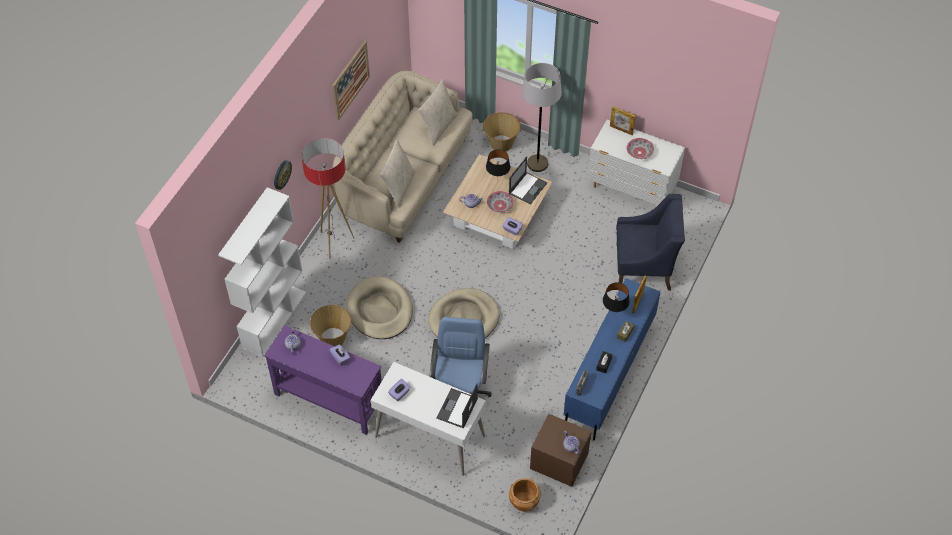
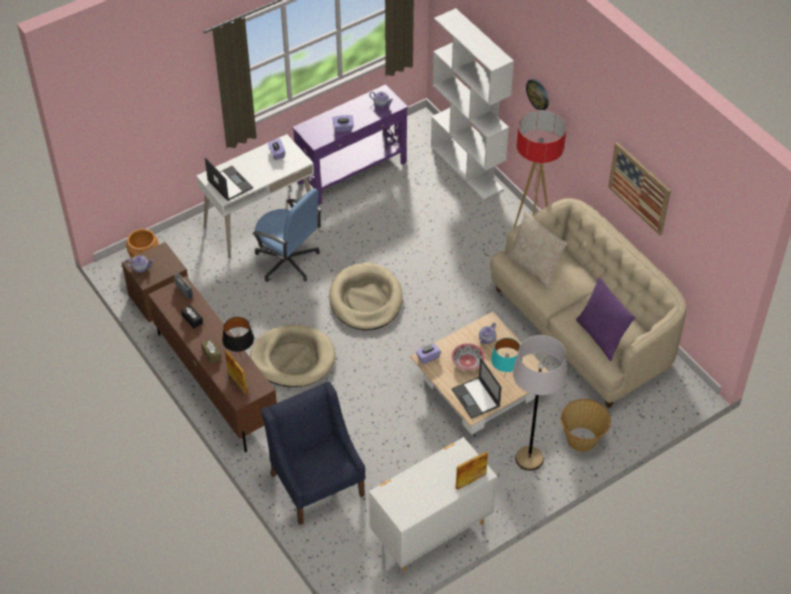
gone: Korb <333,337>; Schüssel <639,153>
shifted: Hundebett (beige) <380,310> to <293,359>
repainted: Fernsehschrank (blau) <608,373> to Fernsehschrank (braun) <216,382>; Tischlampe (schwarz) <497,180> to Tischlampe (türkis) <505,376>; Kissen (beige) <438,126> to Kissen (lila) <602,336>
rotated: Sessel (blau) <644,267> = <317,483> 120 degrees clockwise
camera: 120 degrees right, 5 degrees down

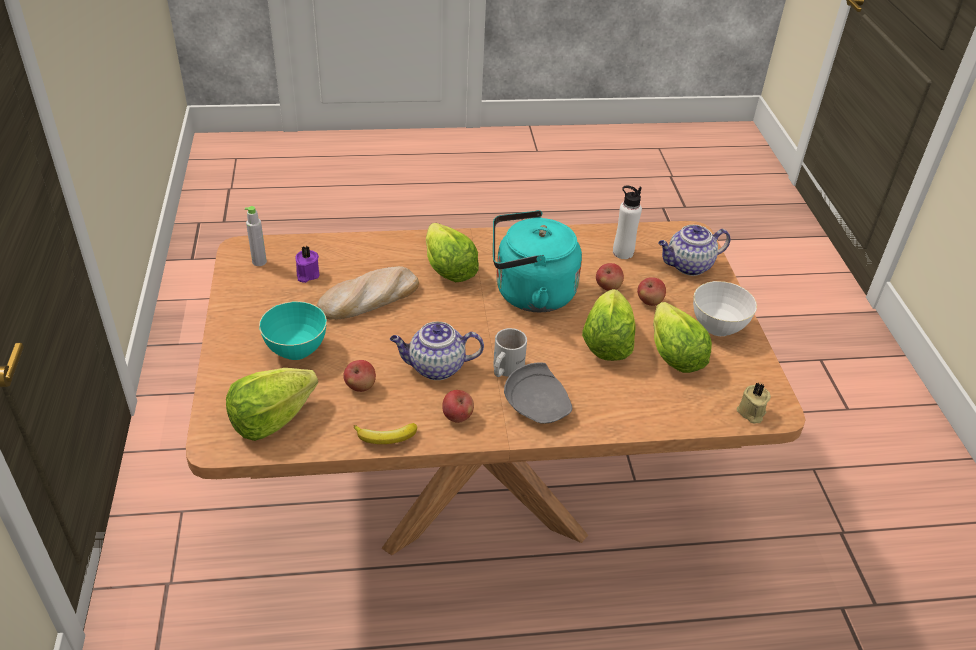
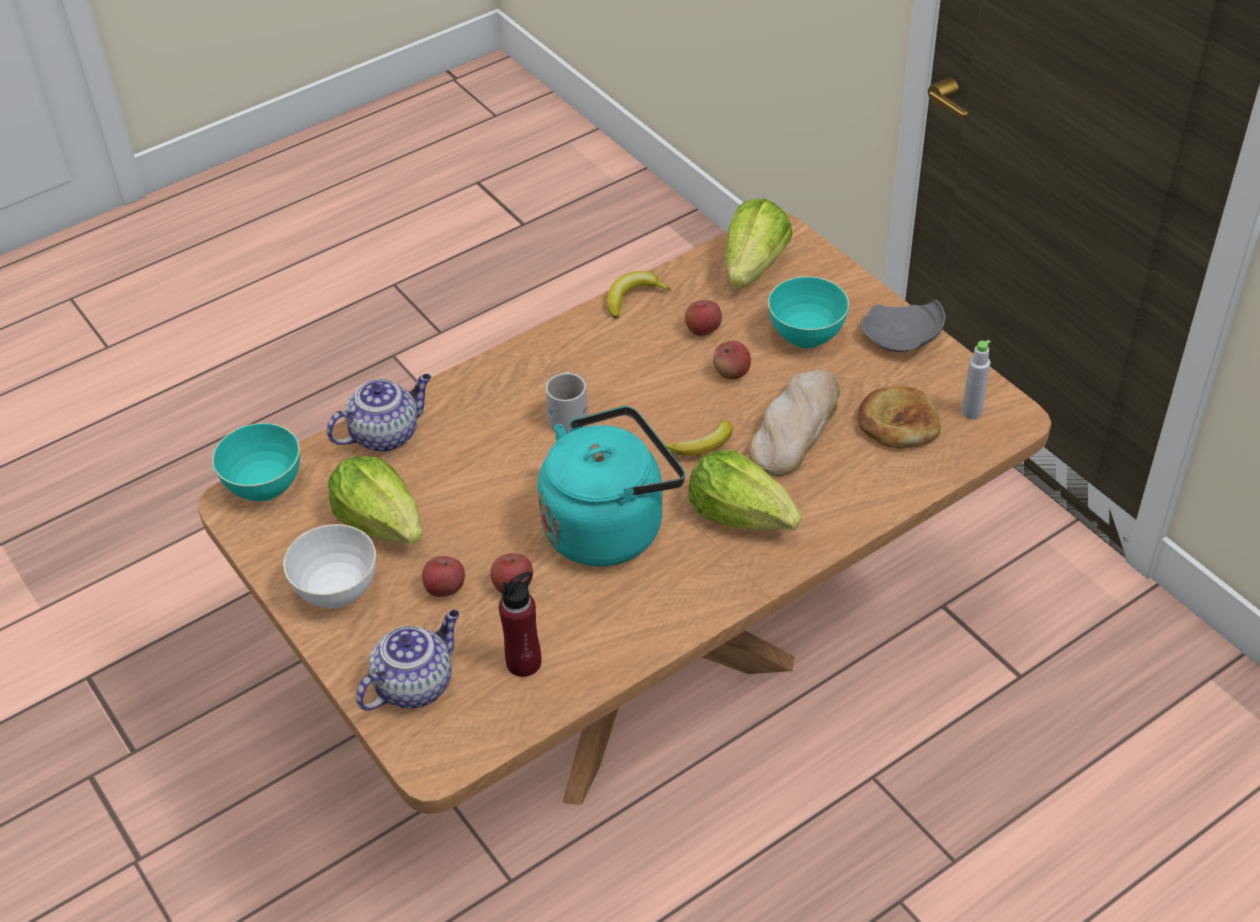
gone: Salatkopf <607,342>
new: Banane <702,446>
shifted: Teekanne <435,367> to <386,434>; Apfel <457,416> to <731,373>; Teller (grau) <538,405> to <902,339>
swapped: Kerze (beige) <751,413> to Schüssel (türkis) <264,486>; Kerze (lila) <307,274> to Brot <898,422>
repainted: Flasche (weiß) <622,252> to Flasche (rot) <524,662>
camera: 155 degrees right, 5 degrees up

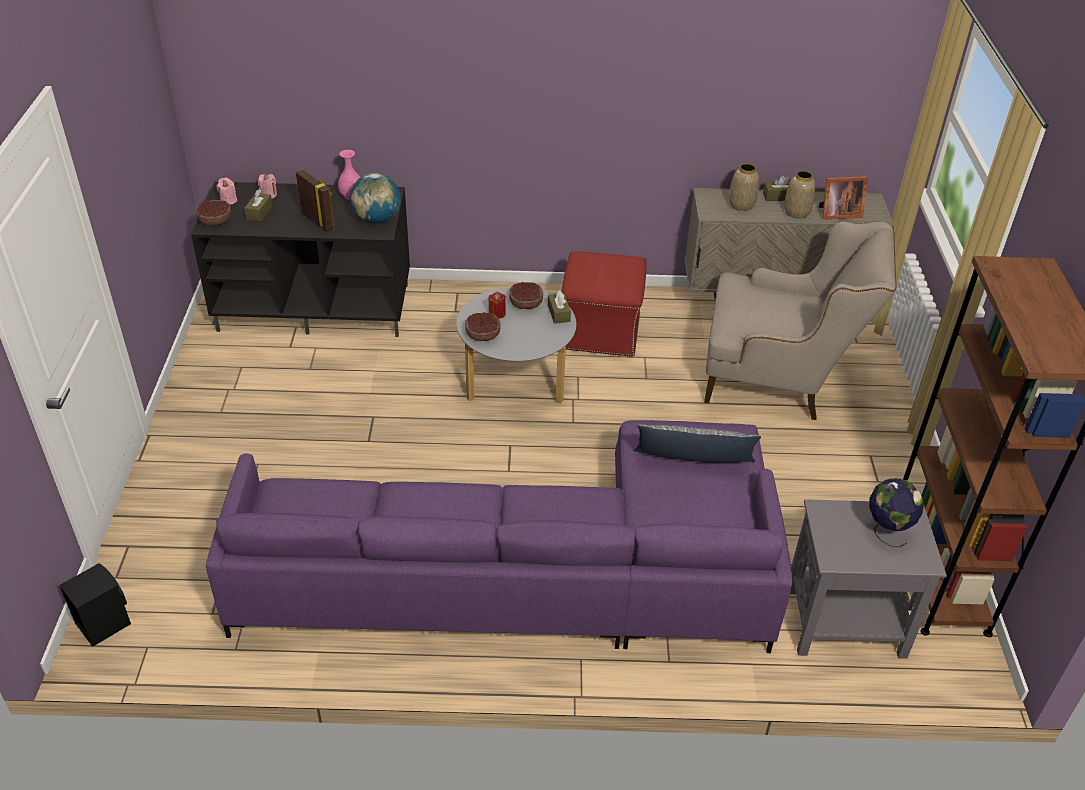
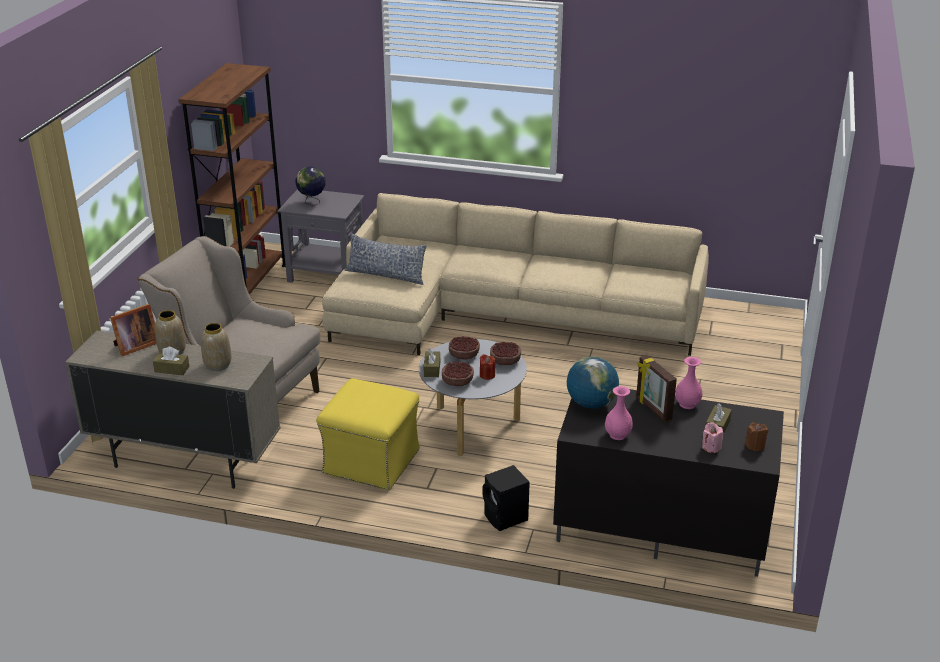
new: Vase (rosa) <687,404>
shifted: Schüssel <215,220> to <464,354>; Lautsprecher (schwarz) <103,622> to <506,518>
repainted: Polsterhocker (rot) <601,331> to Polsterhocker (gelb) <370,461>; Sofa (lila) <533,573> to Sofa (beige) <503,314>; Kerze (rosa) <228,200> to Kerze (braun) <755,445>
rotated: Bilderrahmen <837,213> = <135,346> 135 degrees clockwise
camera: 165 degrees left, 10 degrees down

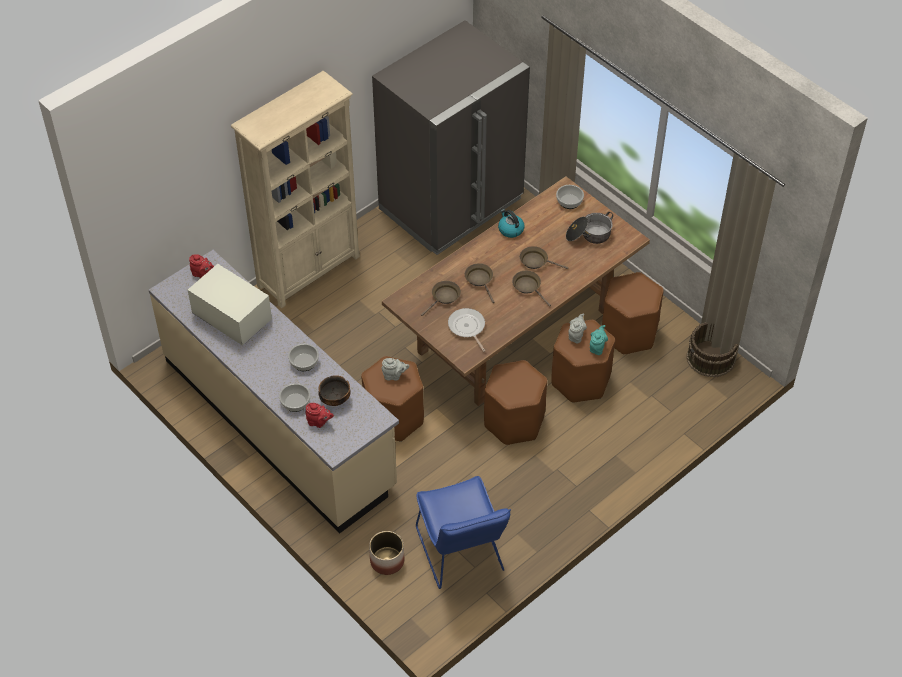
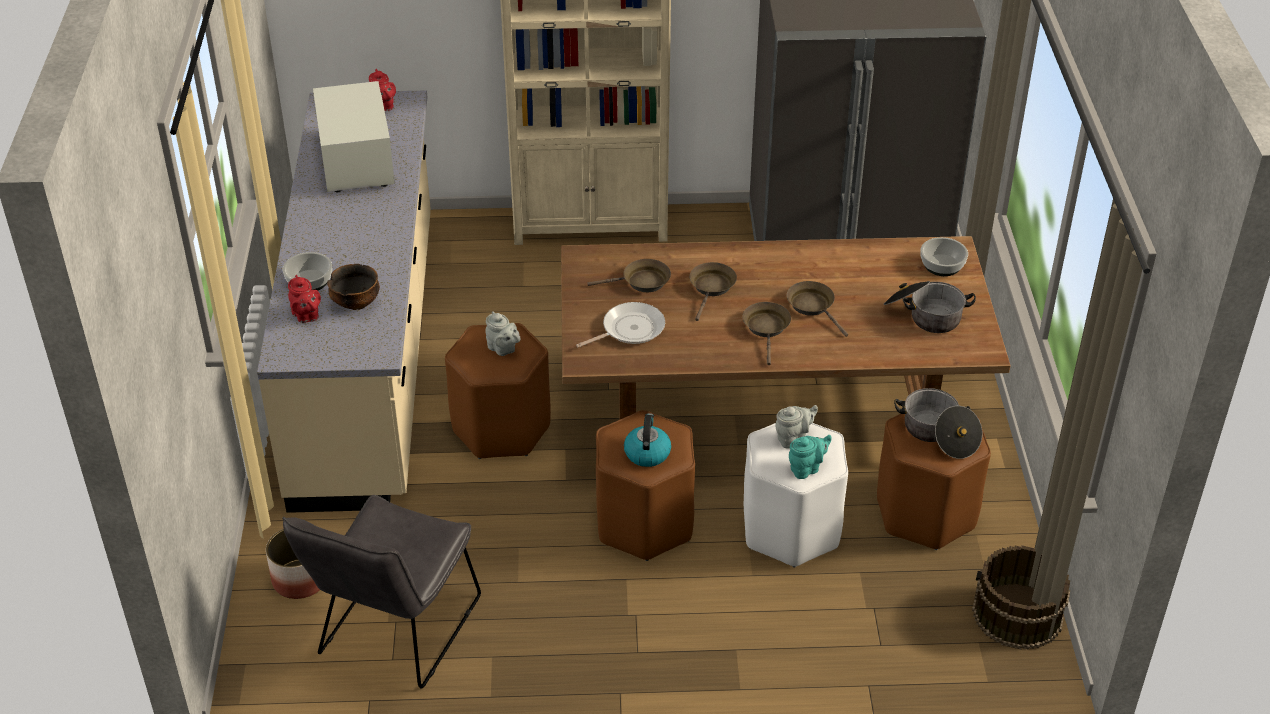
gone: Schüssel <303,362>
new: Kochtopf <938,434>
shifted: Wasserkessel <510,229> to <647,453>
repainted: Stuhl (blau) <461,554> to Stuhl (grau) <394,634>; Hocker (braun) <580,381> to Hocker (weiß) <790,529>
rotated: Pfanne <467,327> = <629,329> 45 degrees clockwise
camera: 40 degrees right, 10 degrees down

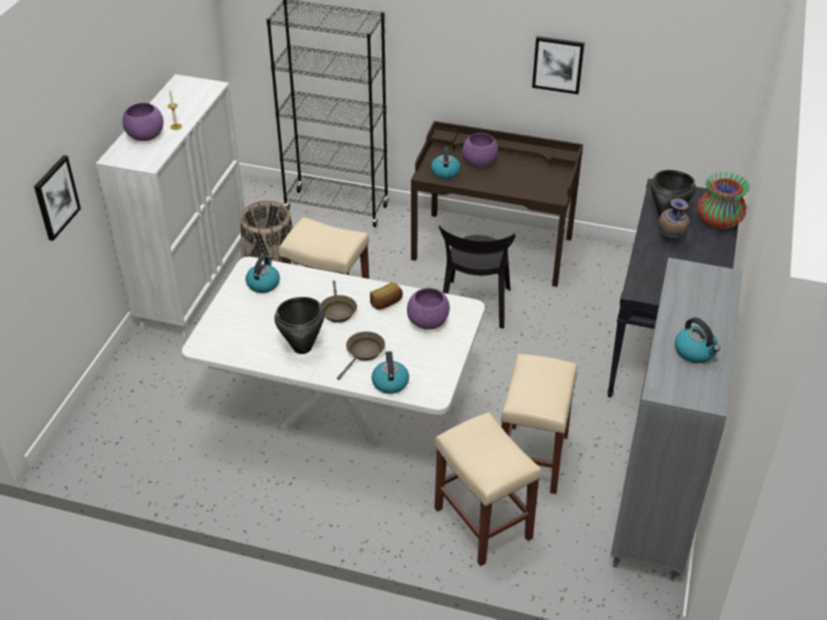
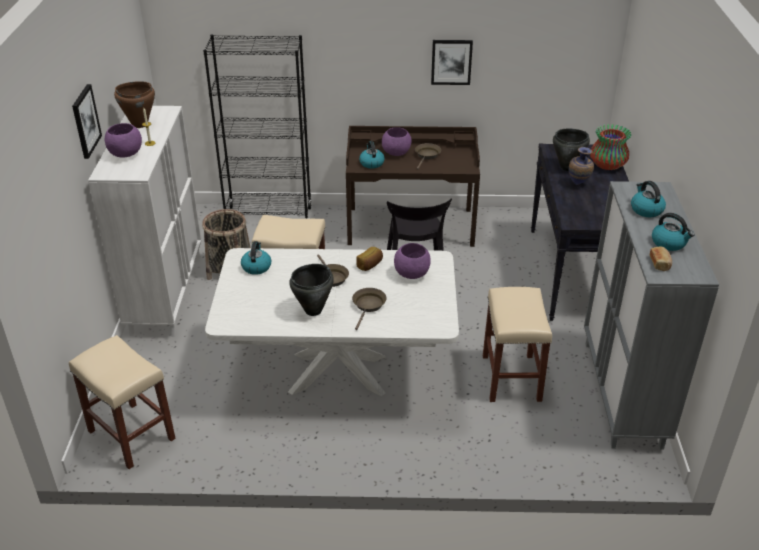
new: Kochtopf (braun) <139,124>; Pfanne (braun) <427,156>; Brot <660,263>
shifted: Hocker (beige) <481,522> to <130,434>; Bild <56,197> to <85,121>; Wasserkessel <390,382> to <646,210>
camera: 15 degrees left, 5 degrees down

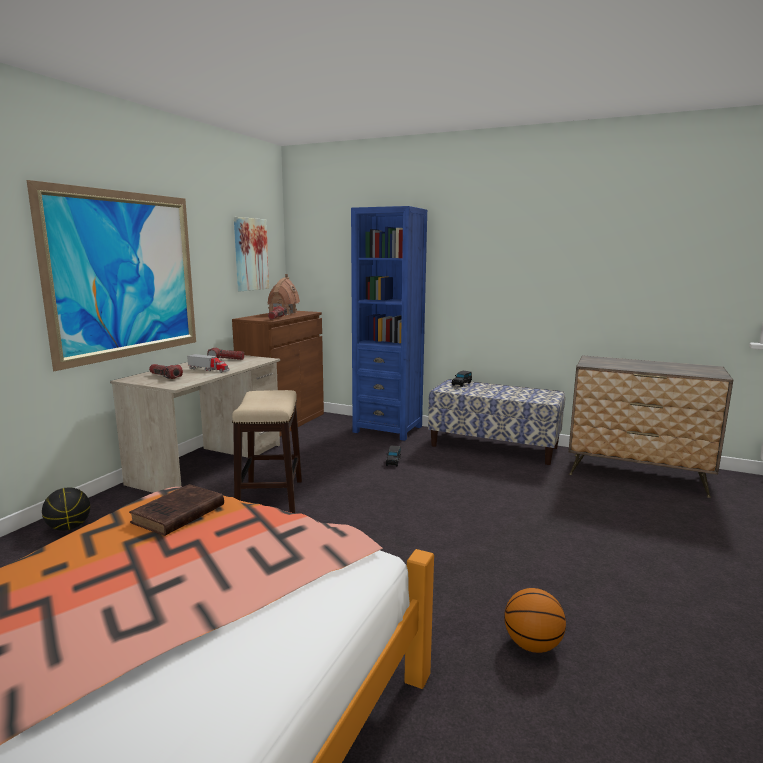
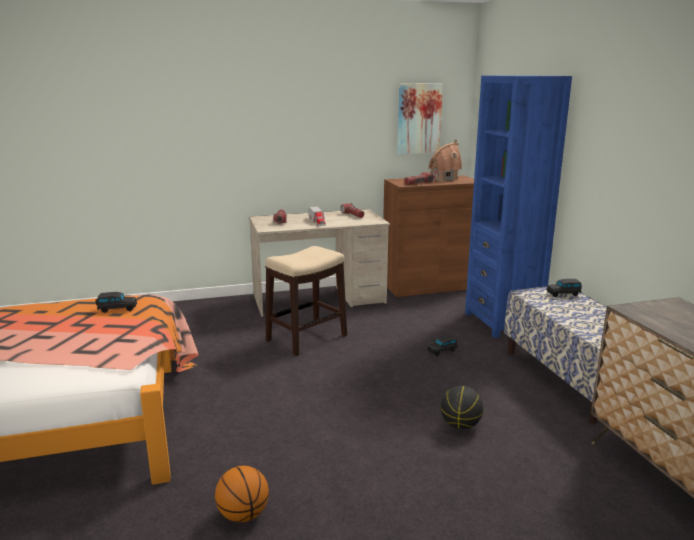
gone: Bild <125,275>
shifted: Basketball <69,527> to <460,425>
swapped: Buch (braun) <176,515> to Spielzeugauto (schwarz) <117,309>
camera: 50 degrees right, 5 degrees up

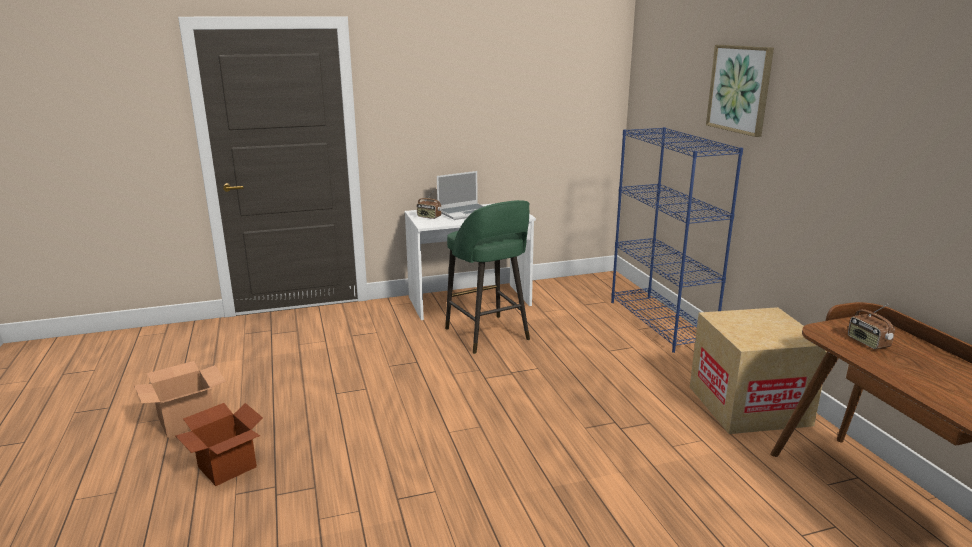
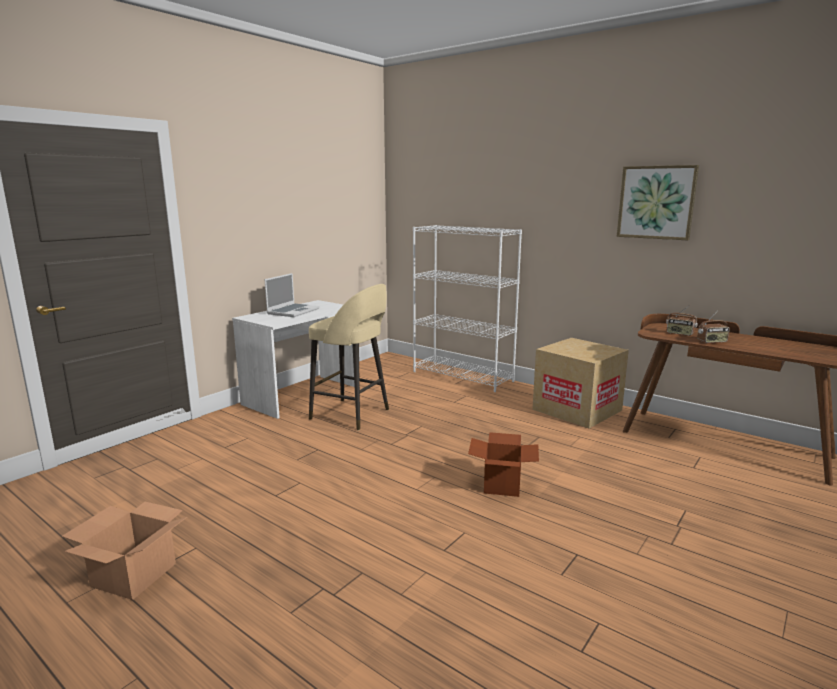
shifted: Karton <227,467> to <501,485>; Bild <740,89> to <656,202>; Radio <429,217> to <712,341>
repainted: Hocker (grün) <488,335> to Hocker (beige) <352,414>; Bücherregal (blau) <661,322> to Bücherregal (weiß) <463,376>
camera: 35 degrees left, 5 degrees down

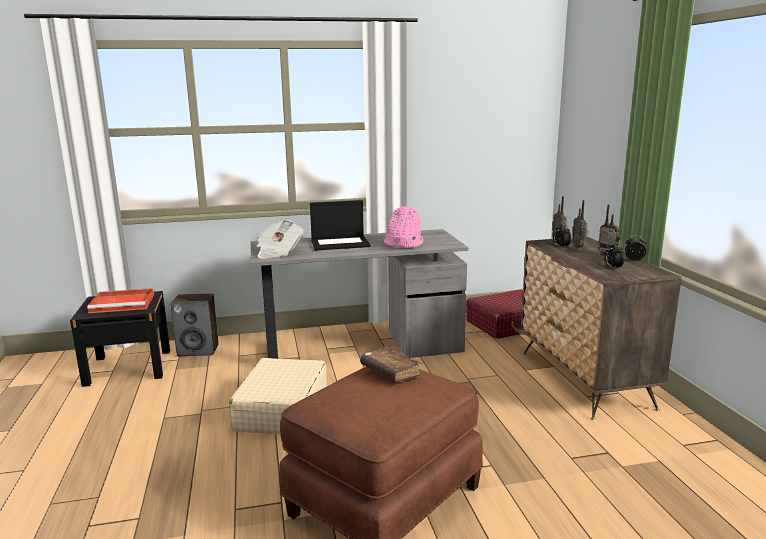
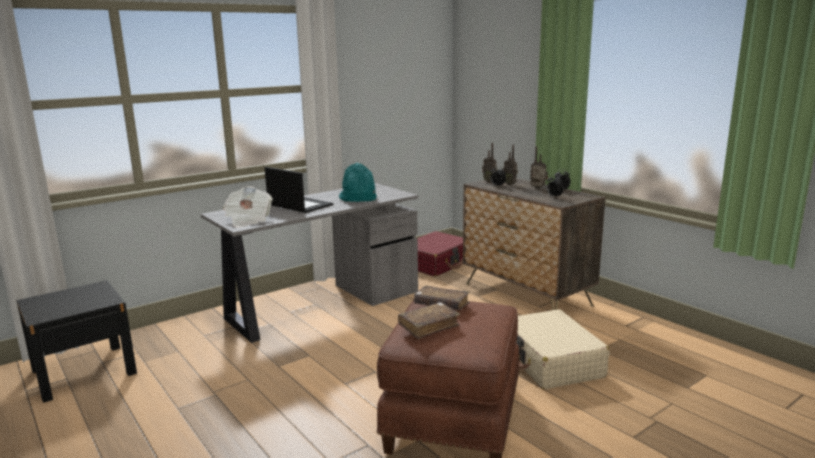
gone: Tablett (rot) <124,303>; Lautsprecher <198,350>
new: Buch (braun) <428,326>
shifted: Koffer (beige) <281,409> to <551,362>
repainted: Hut (rosa) <403,243> to Hut (türkis) <358,198>
rotated: Laptop <340,243> = <299,205> 105 degrees counterclockwise
camera: 25 degrees left, 0 degrees up

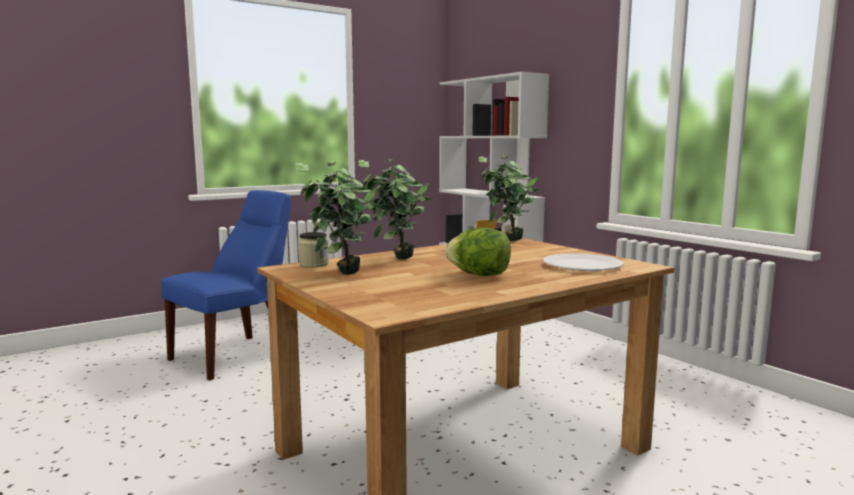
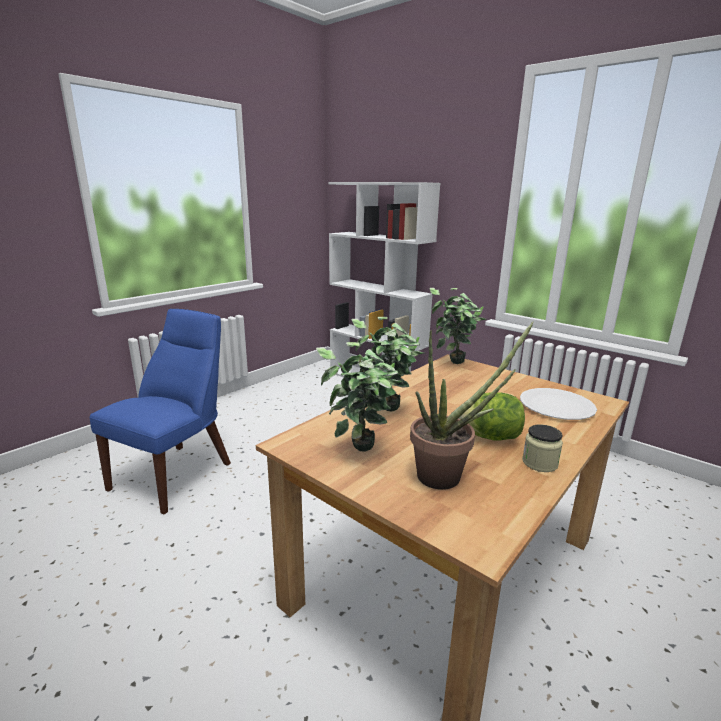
new: Topfpflanze <448,476>
shifted: Vorratsglas <314,264> to <539,463>
camera: 15 degrees left, 10 degrees up

